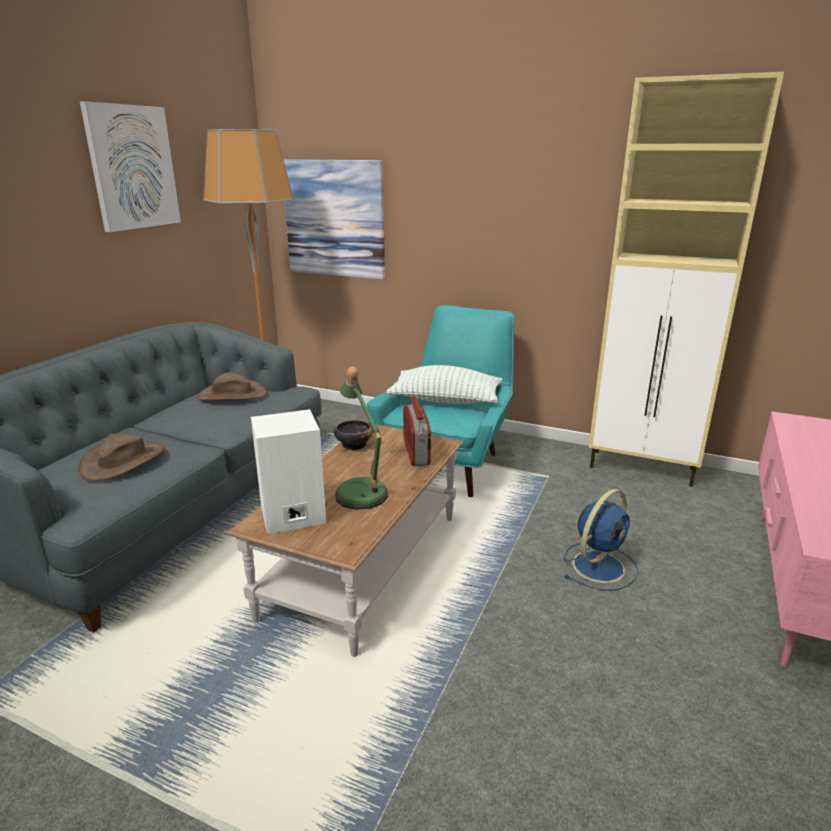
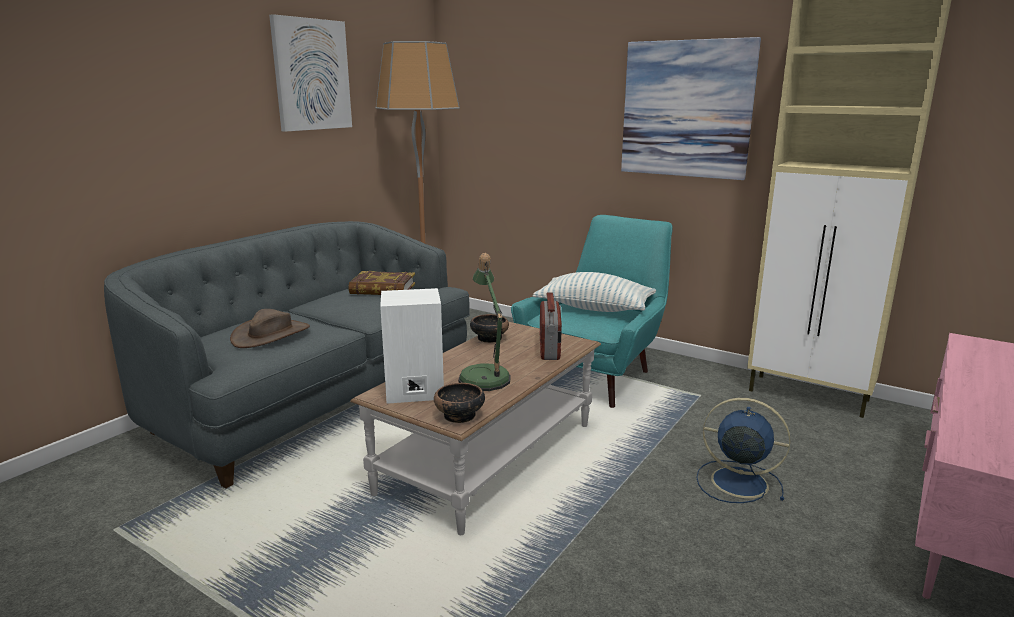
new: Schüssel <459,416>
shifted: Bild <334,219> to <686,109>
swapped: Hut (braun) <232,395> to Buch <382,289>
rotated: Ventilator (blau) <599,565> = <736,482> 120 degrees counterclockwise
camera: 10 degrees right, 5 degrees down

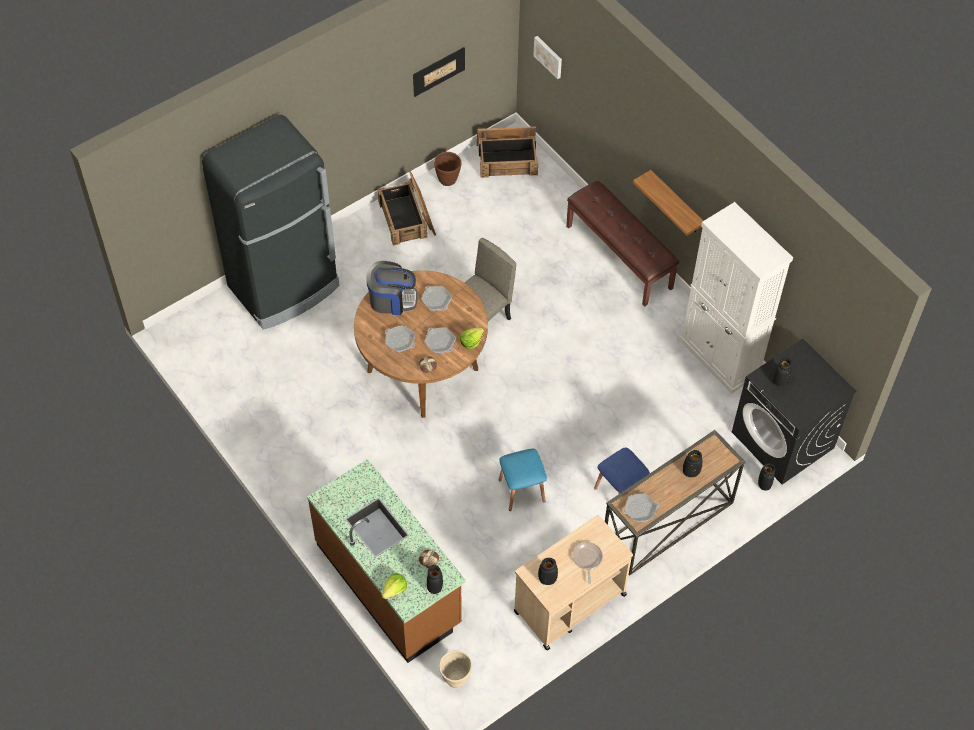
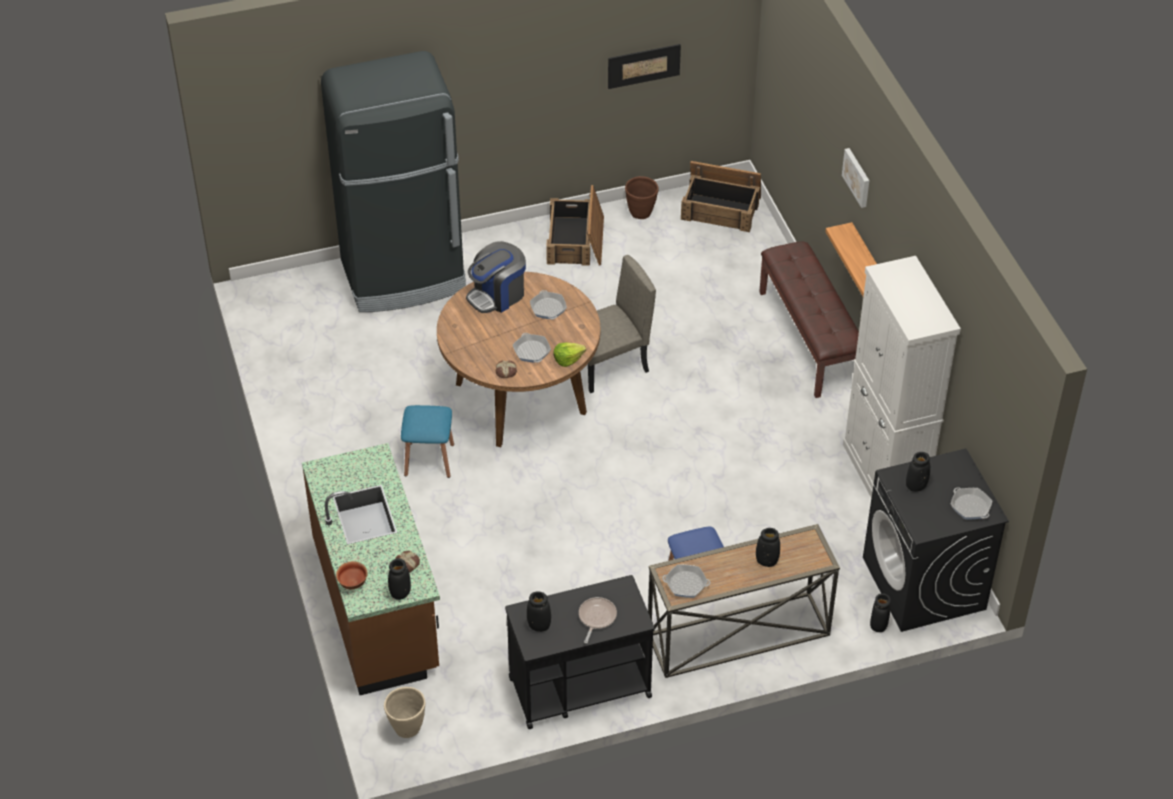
shifted: Hocker (blau) <521,490> to <429,459>; Bild <549,56> to <857,177>; Pfanne <400,341> to <970,506>
swapped: Salatkopf <394,590> to Schüssel <353,583>
repainted: Rollwagen (beige) <569,603> to Rollwagen (schwarz) <578,687>
rotated: Kaffeemaschine <392,299> = <497,295> 120 degrees clockwise
camera: 20 degrees right, 10 degrees down

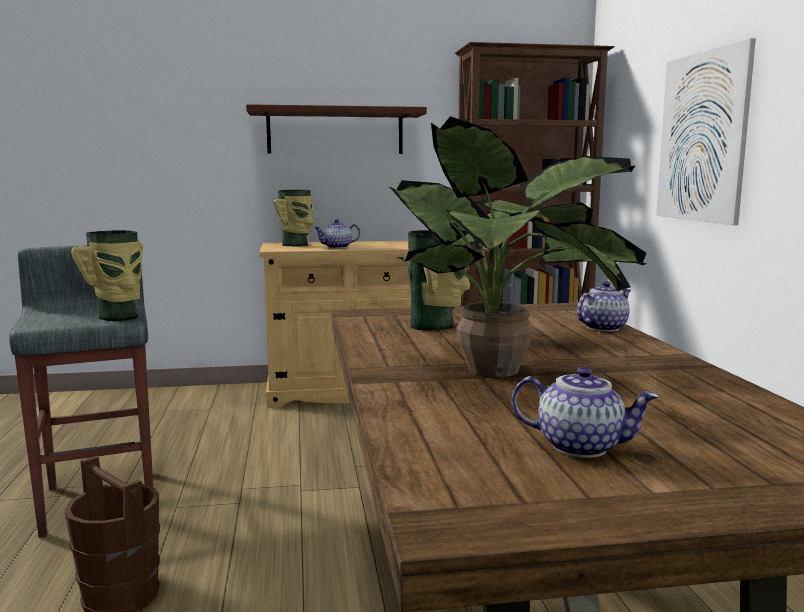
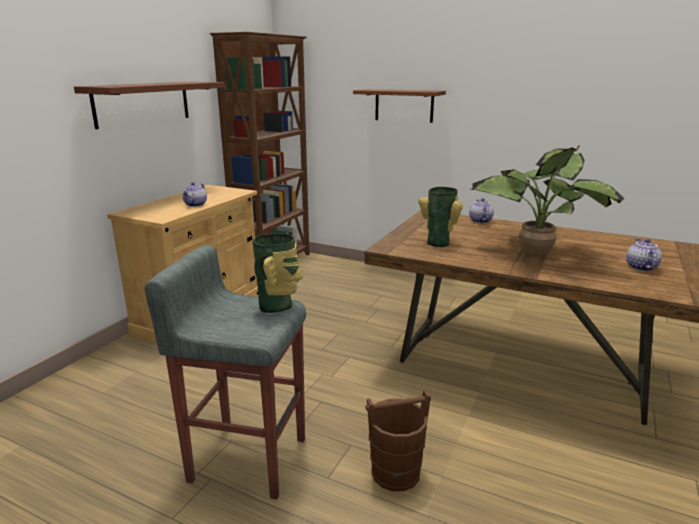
gone: Vase <296,245>
swapped: Bild <702,137> to Wandregal (braun) <404,105>
rotated: Teekanne <581,446> = <640,267> 45 degrees counterclockwise
camera: 55 degrees left, 10 degrees up

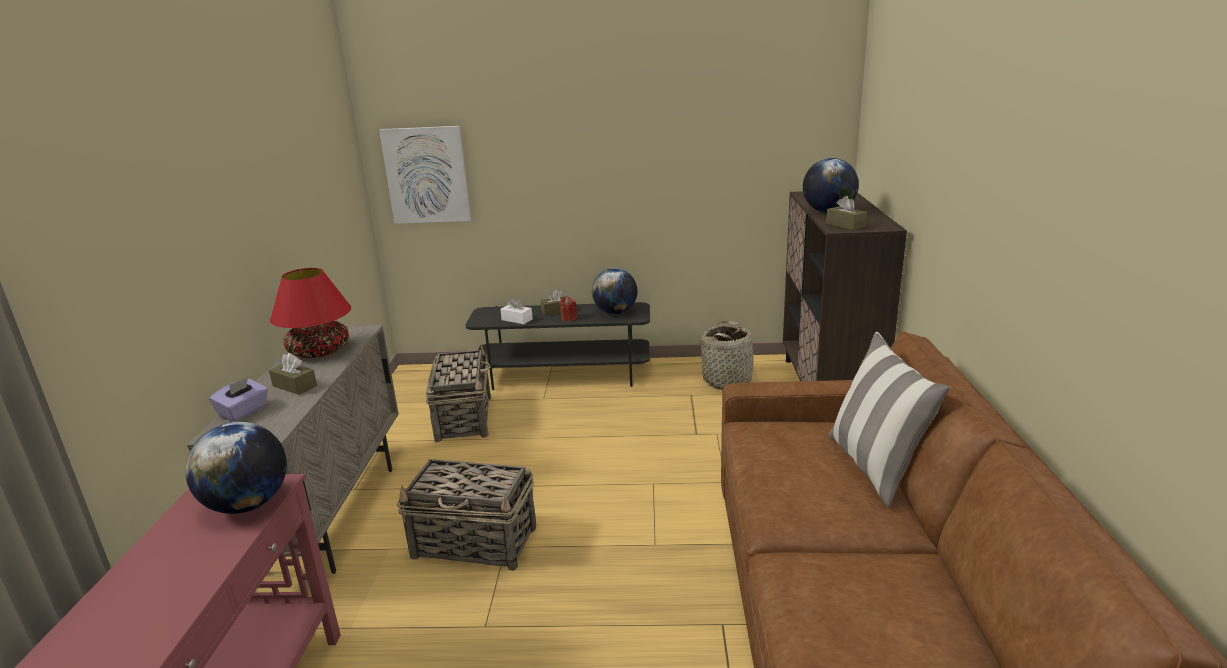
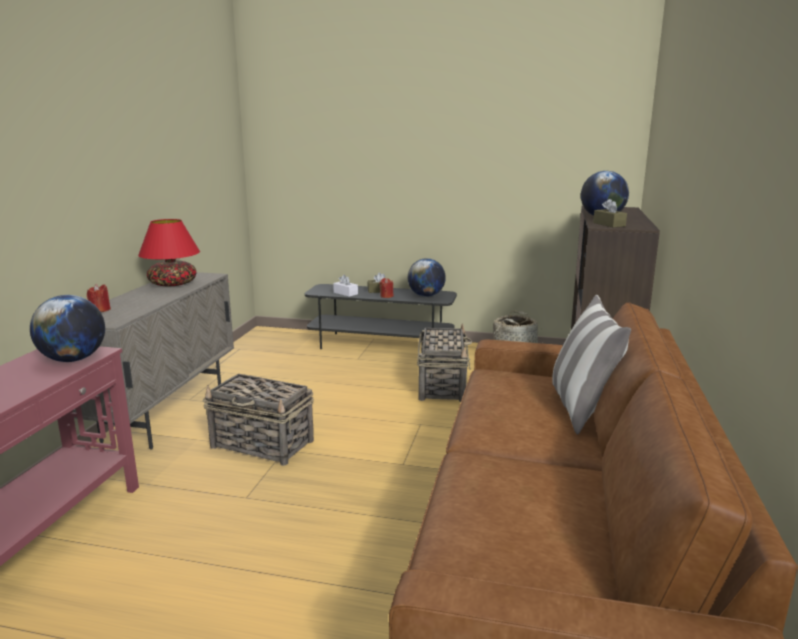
gone: Taschentuchbox (braun) <294,386>; Bild <427,175>
shifted: Korb <464,418> to <442,385>
swapped: Taschentuchbox (lila) <244,412> to Kerze (rot) <100,310>
camera: 10 degrees right, 5 degrees down

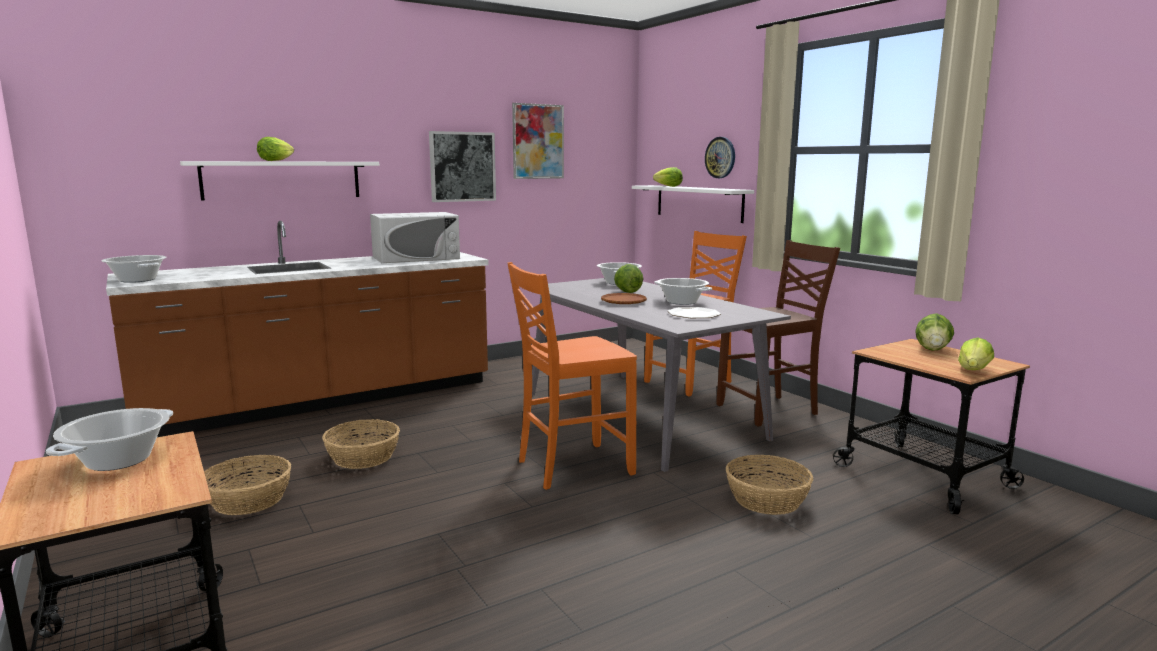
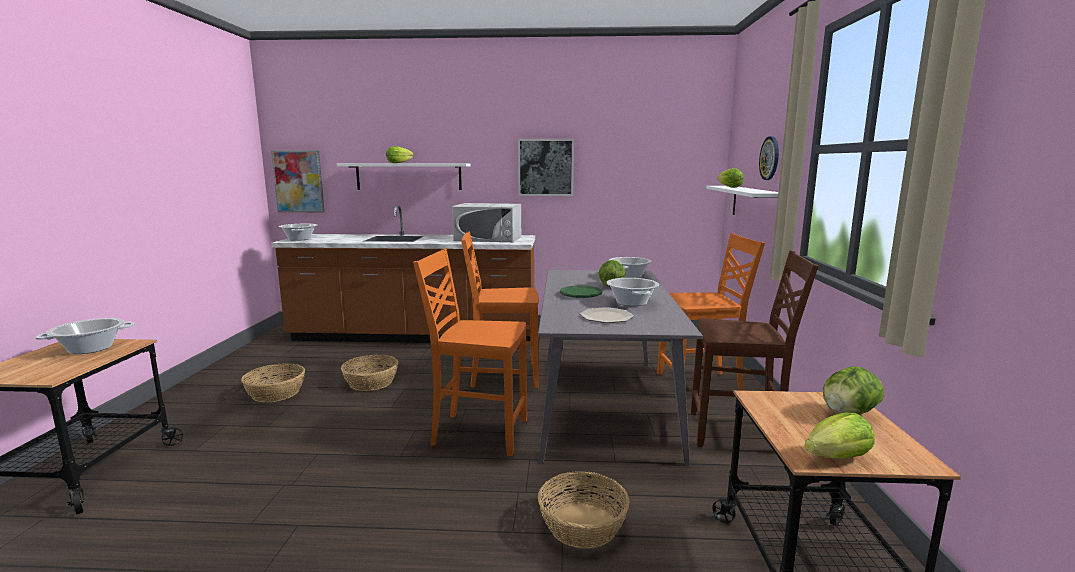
new: Stuhl (orange) <503,376>
shifted: Bild <538,141> to <298,181>
repainted: Teller (braun) <623,302> to Teller (grün) <580,295>
camera: 35 degrees right, 0 degrees up

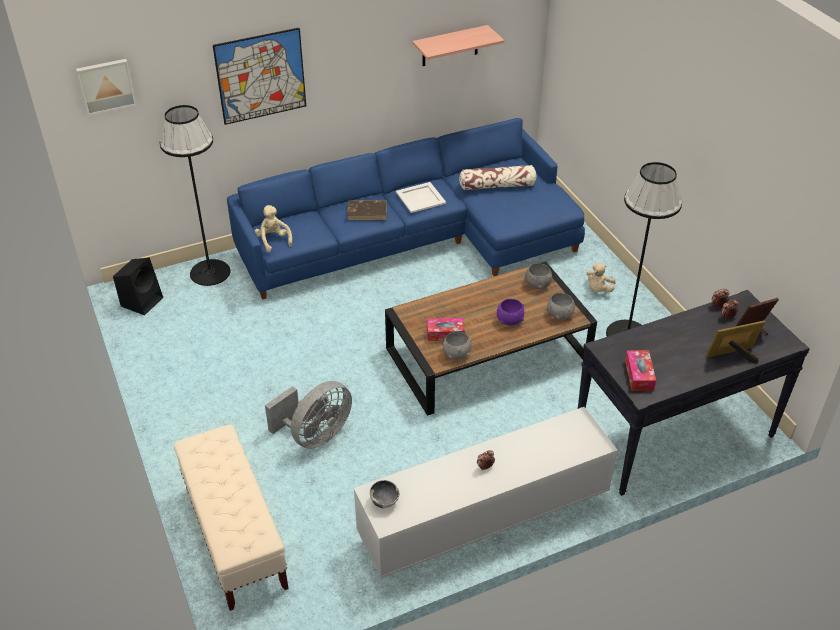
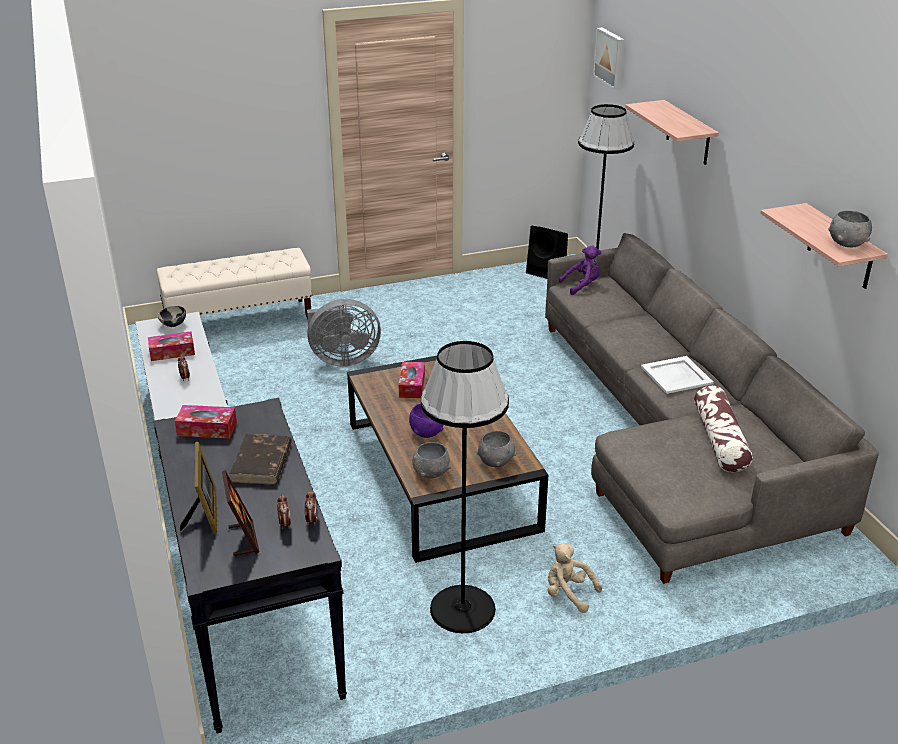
new: Taschentuchbox <172,352>
shifted: Buch (braun) <367,212> to <261,463>; Schüssel (grau) <457,354> to <846,244>
swapped: Bild <261,76> to Wandregal <688,133>
repainted: Sofa (blau) <419,238> to Sofa (grau) <674,435>; Plüschtier (beige) <273,240> to Plüschtier (lila) <582,285>
rotated: Ventilator (grau) <315,435> = <342,359> 60 degrees counterclockwise
camera: 95 degrees right, 10 degrees down

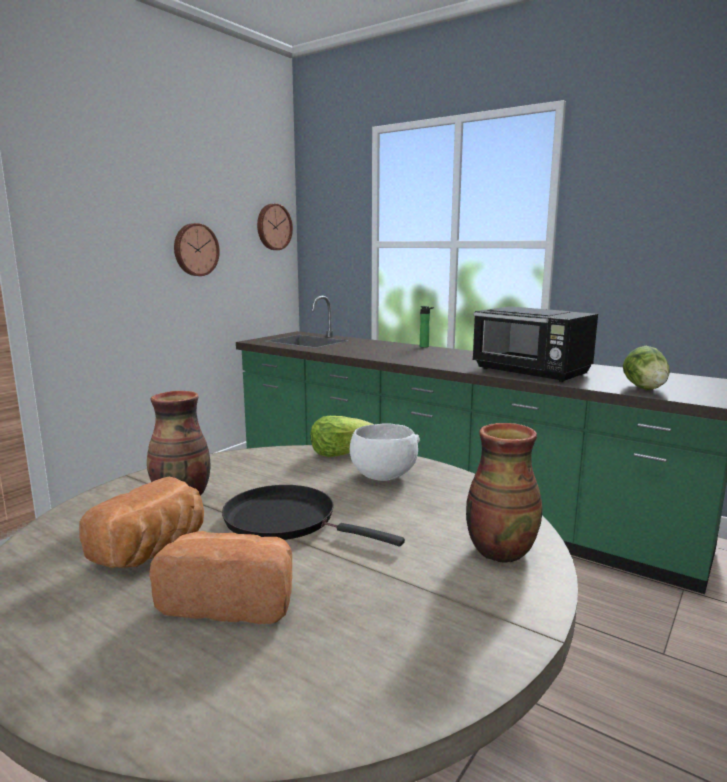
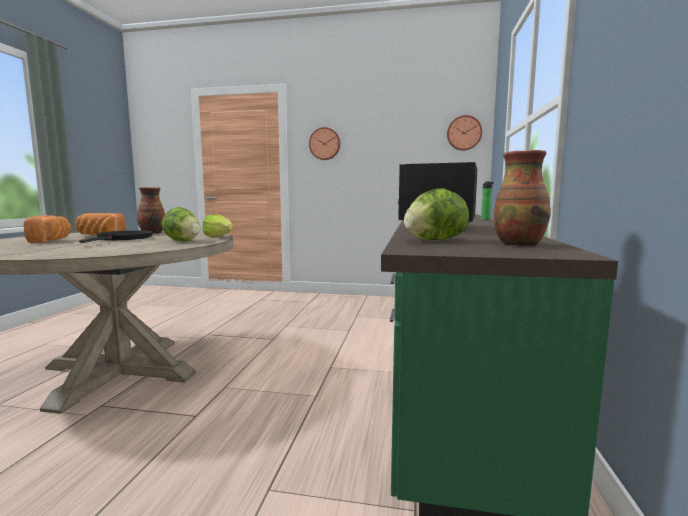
shifted: Wanduhr <195,249> to <325,144>; Vase <499,551> to <519,244>
swapped: Schüssel (weiß) <382,476> to Salatkopf <183,241>
camera: 65 degrees right, 5 degrees down

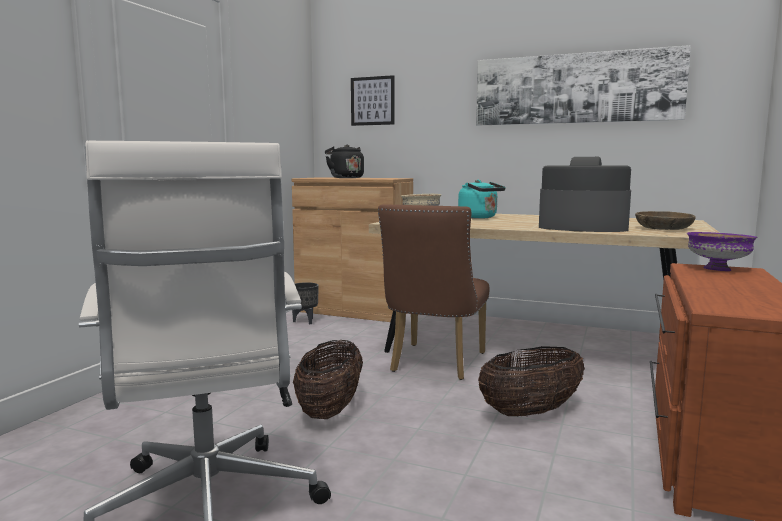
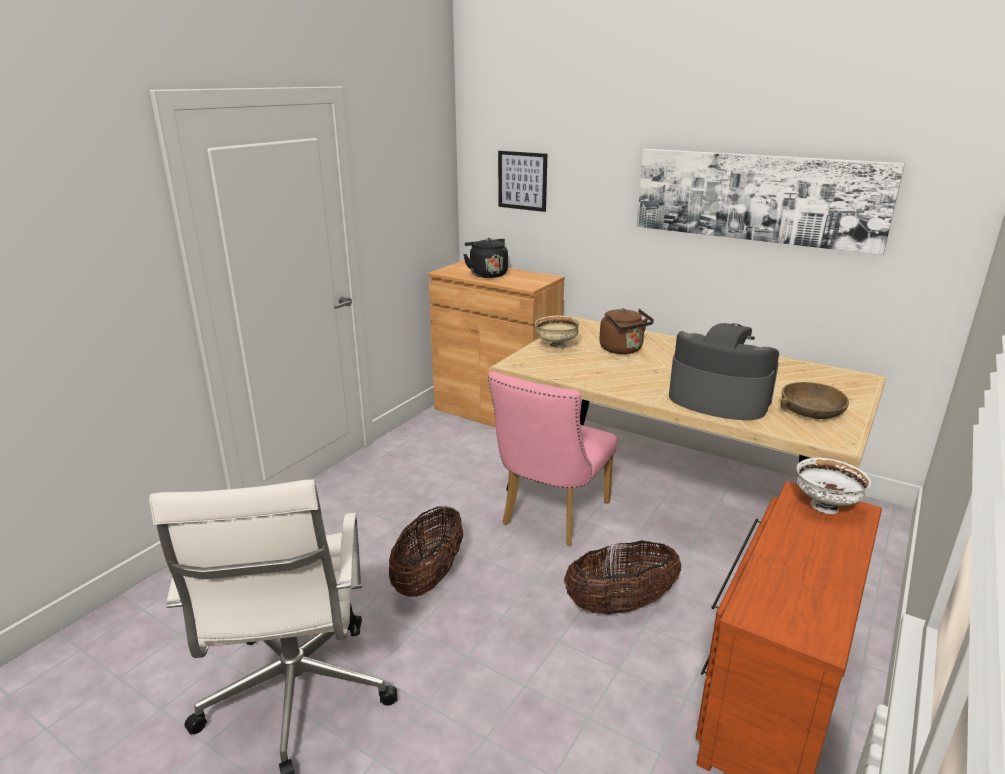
gone: Pflanzkübel (schwarz) <305,321>
repainted: Stuhl (braun) <434,364> to Stuhl (rosa) <550,516>; Wasserkessel (türkis) <480,217> to Wasserkessel (braun) <623,350>; Schüssel (lila) <717,269> to Schüssel (weiß) <824,506>
camera: 10 degrees right, 15 degrees up

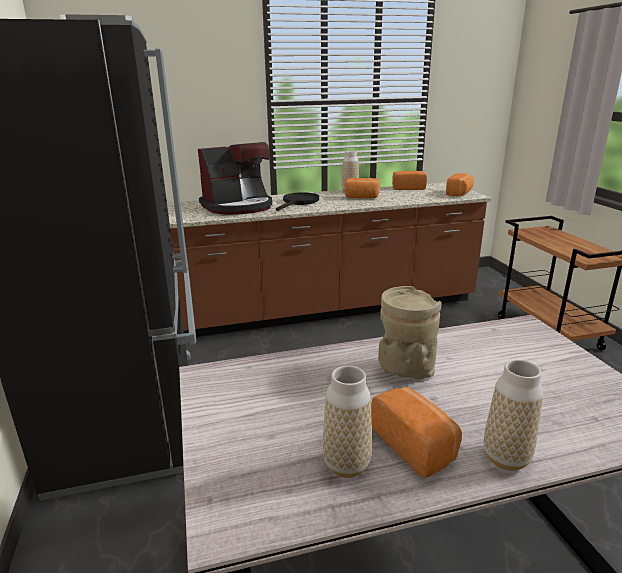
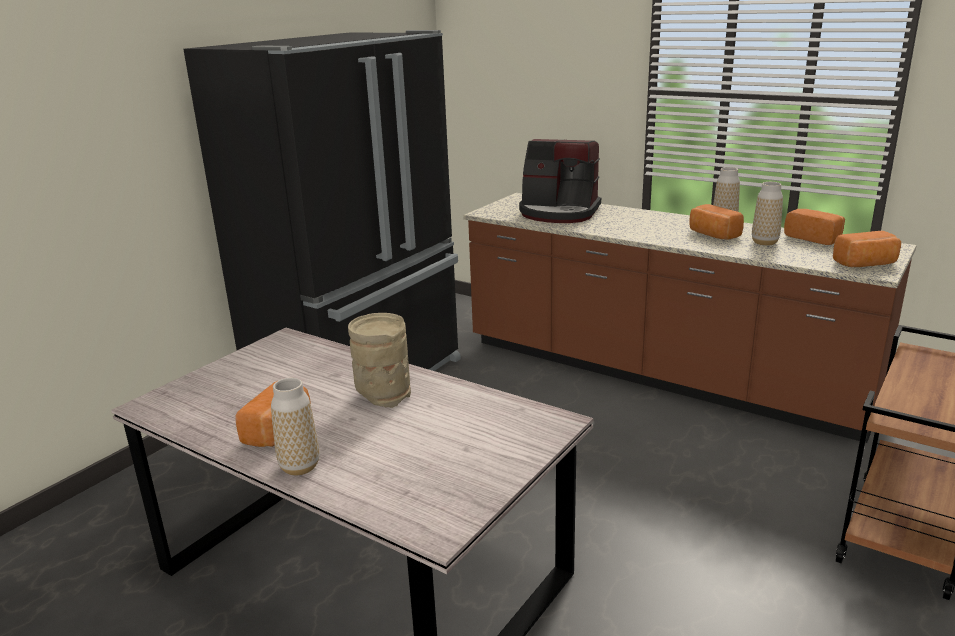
gone: Pfanne (schwarz) <298,202>
shifted: Vase <346,465> to <764,242>
camera: 50 degrees right, 0 degrees up

